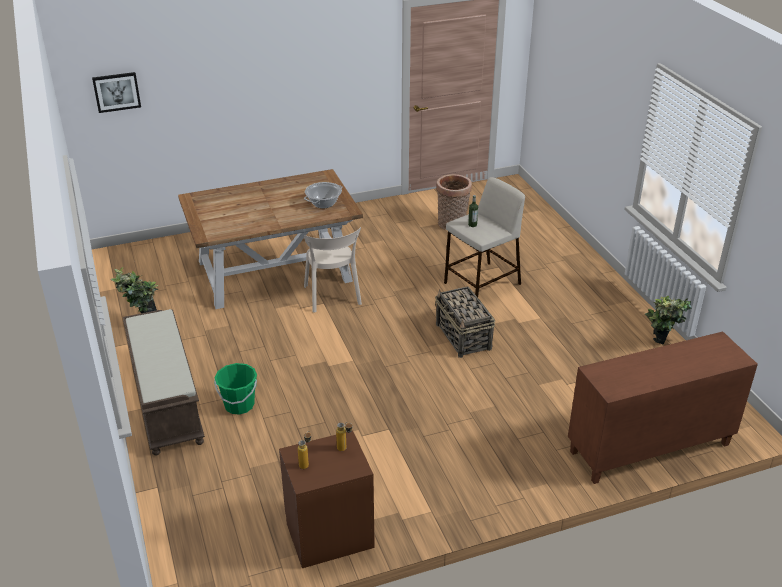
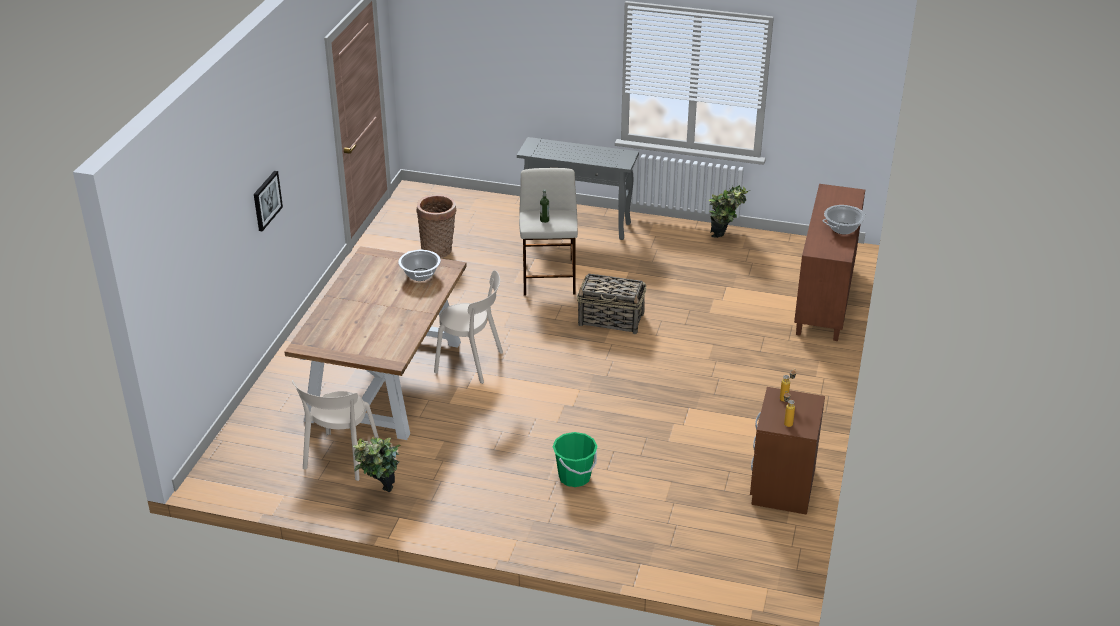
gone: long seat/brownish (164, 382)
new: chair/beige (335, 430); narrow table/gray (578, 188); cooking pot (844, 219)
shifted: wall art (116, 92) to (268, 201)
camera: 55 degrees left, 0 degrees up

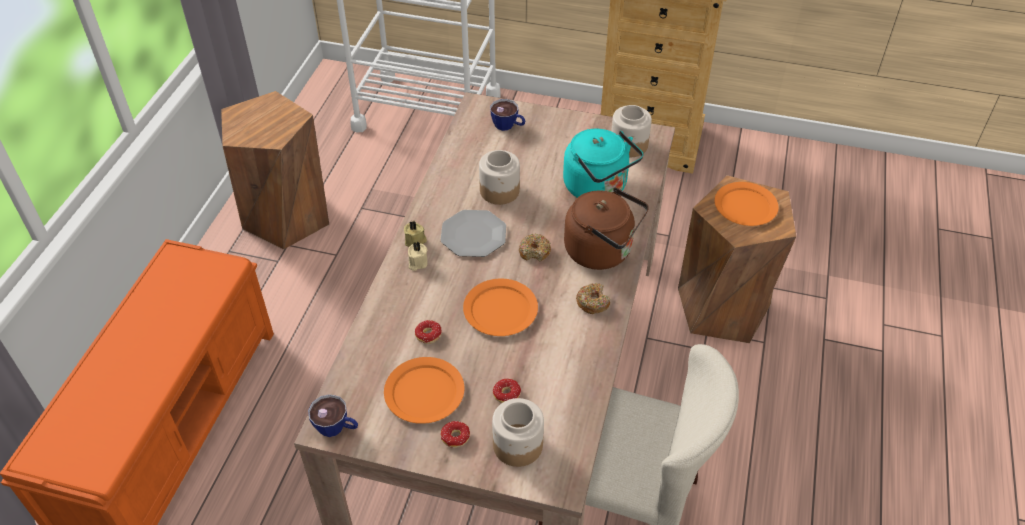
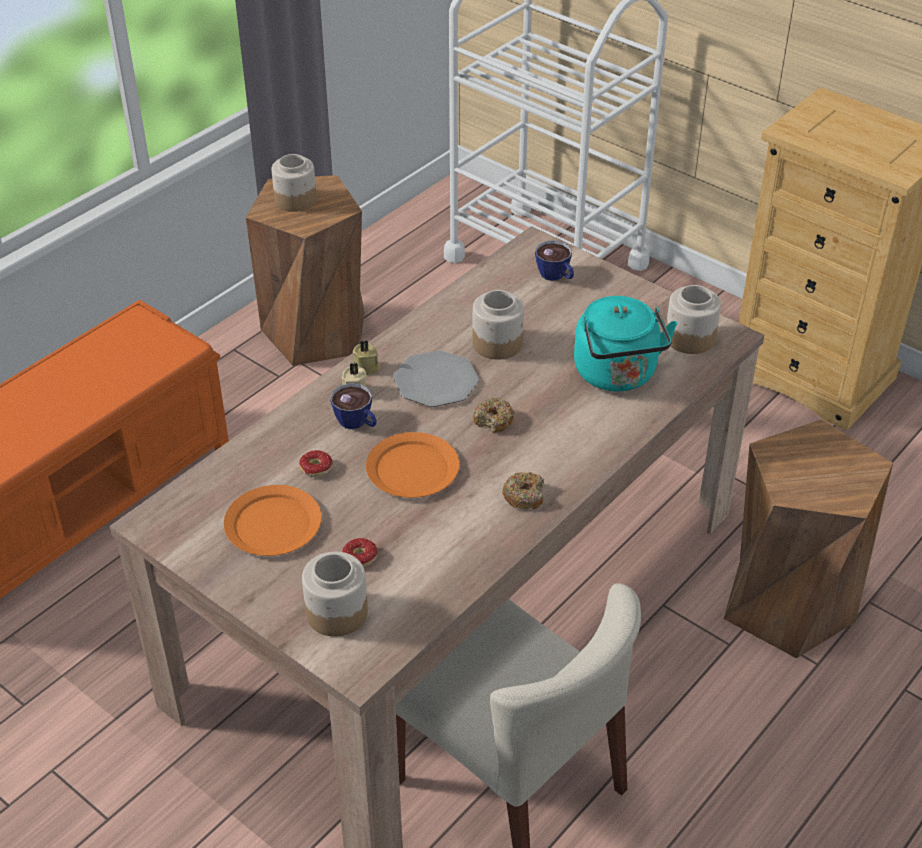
gone: ring doughnut (455, 434); kettle/brownish (606, 228); flat dish/orangey (747, 204)
new: jar (294, 183)
shifted: drinking cup (333, 415) to (353, 406)
camera: 25 degrees right, 5 degrees down

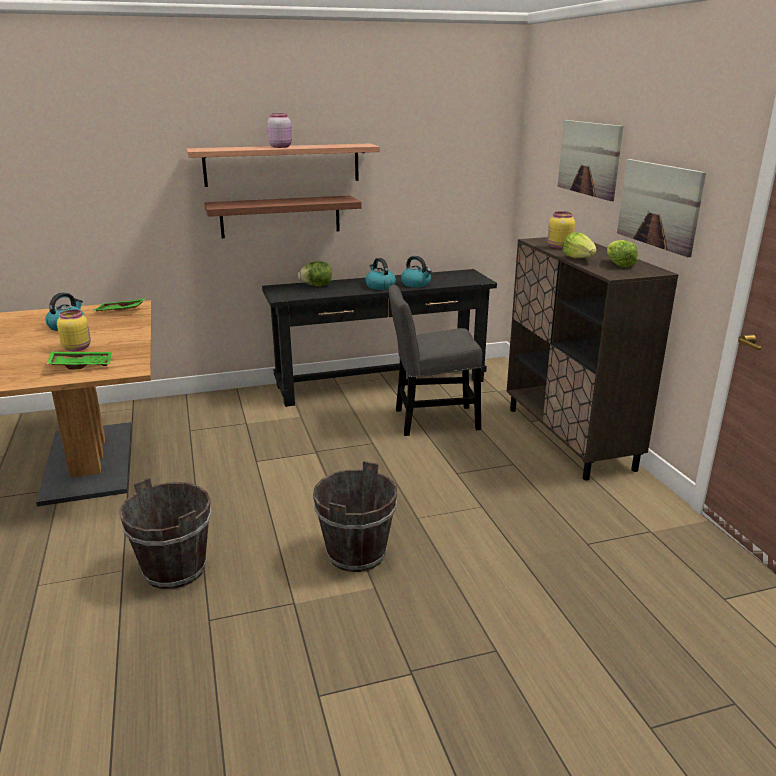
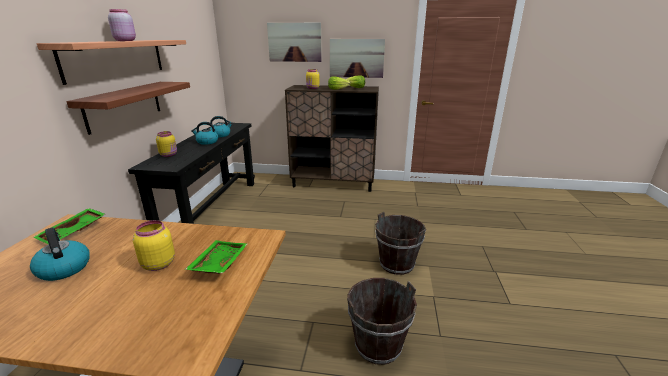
gone: chair/gray (435, 360)
swapped: head of lettuce (315, 273) to jar/yellow-coloured (166, 144)
camera: 65 degrees left, 0 degrees up

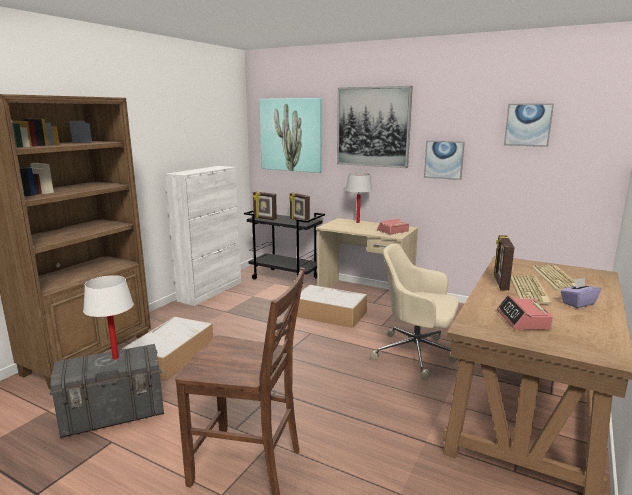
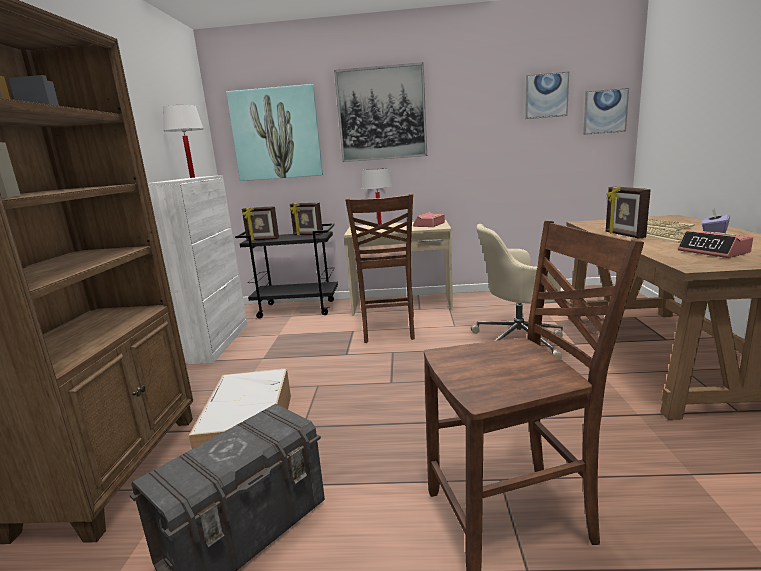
shifted: tabletop lamp/white (108, 317) to (183, 141); wall art (444, 160) to (606, 111)
swapped: storage container (332, 306) to chair/brownish (380, 268)
camera: 25 degrees left, 0 degrees up

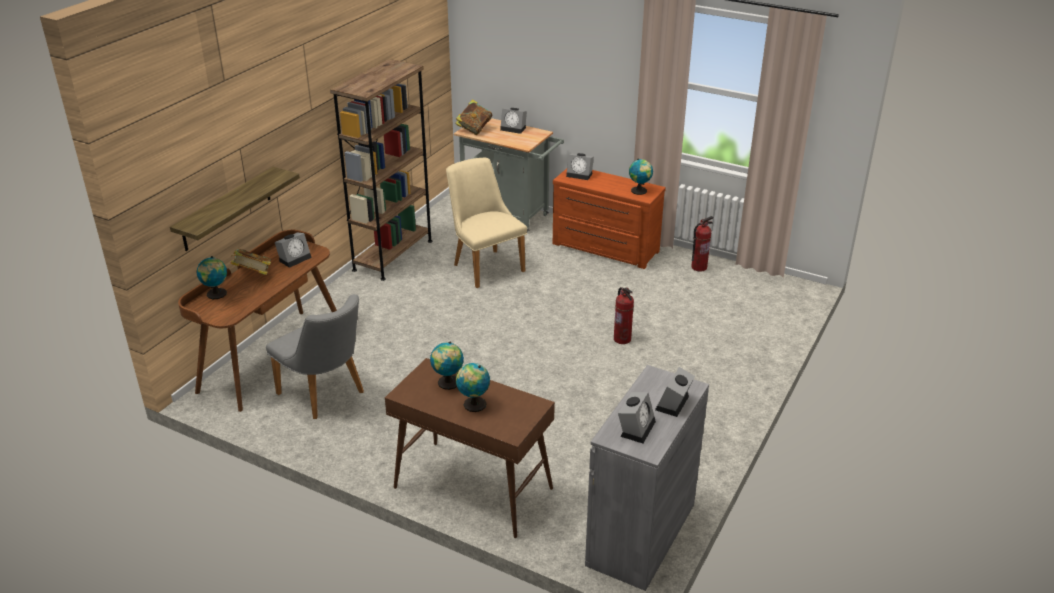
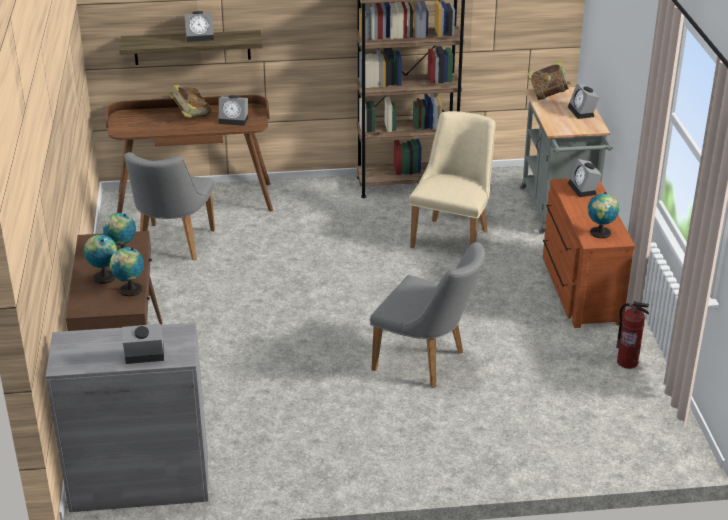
shifted: globe (212, 277) to (127, 271); bedside clock (637, 417) to (199, 26)
swapped: extinguisher (624, 315) to chair/gray (427, 315)
camera: 55 degrees right, 0 degrees up

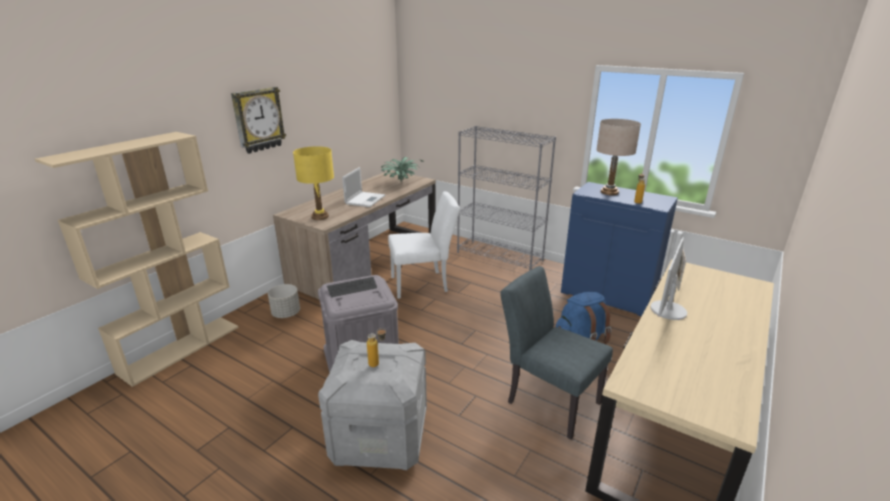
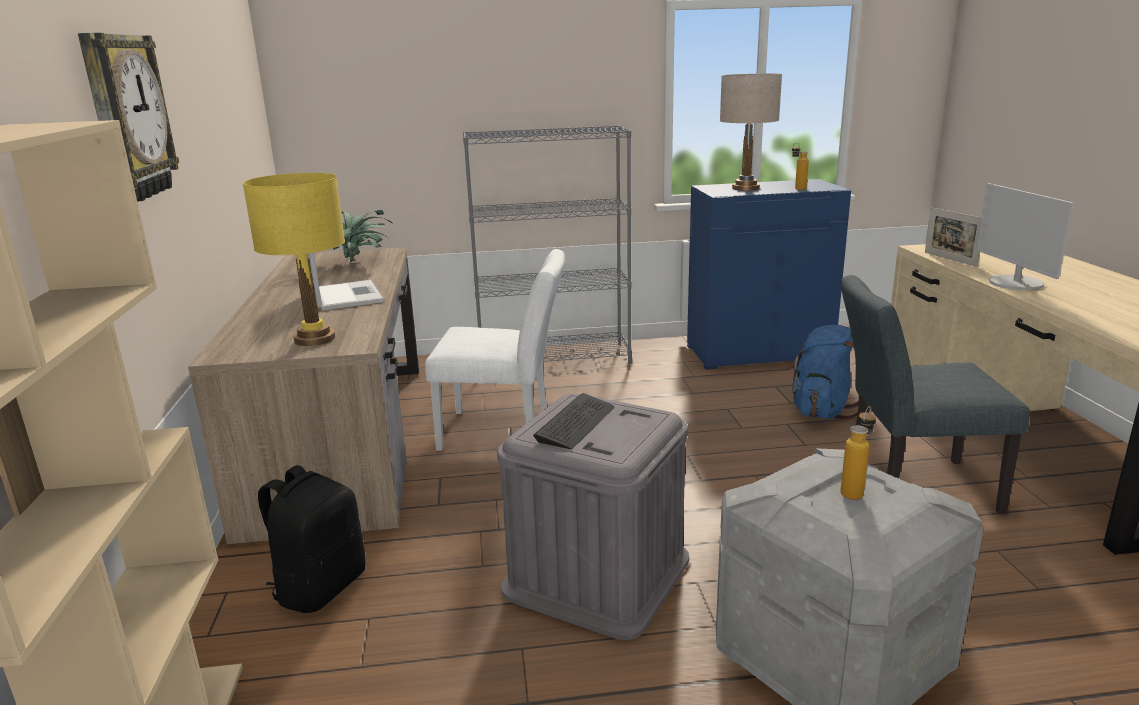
swapped: plant pot/gray (284, 301) to backpack/black-coloured (312, 539)
rotated: chair/white (424, 245) = (495, 350) 60 degrees clockwise
camera: 40 degrees left, 5 degrees down

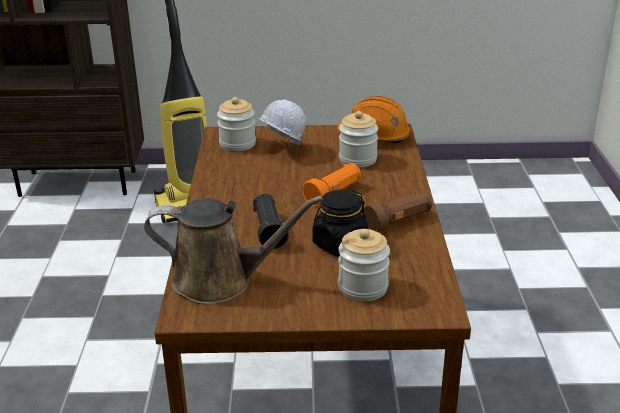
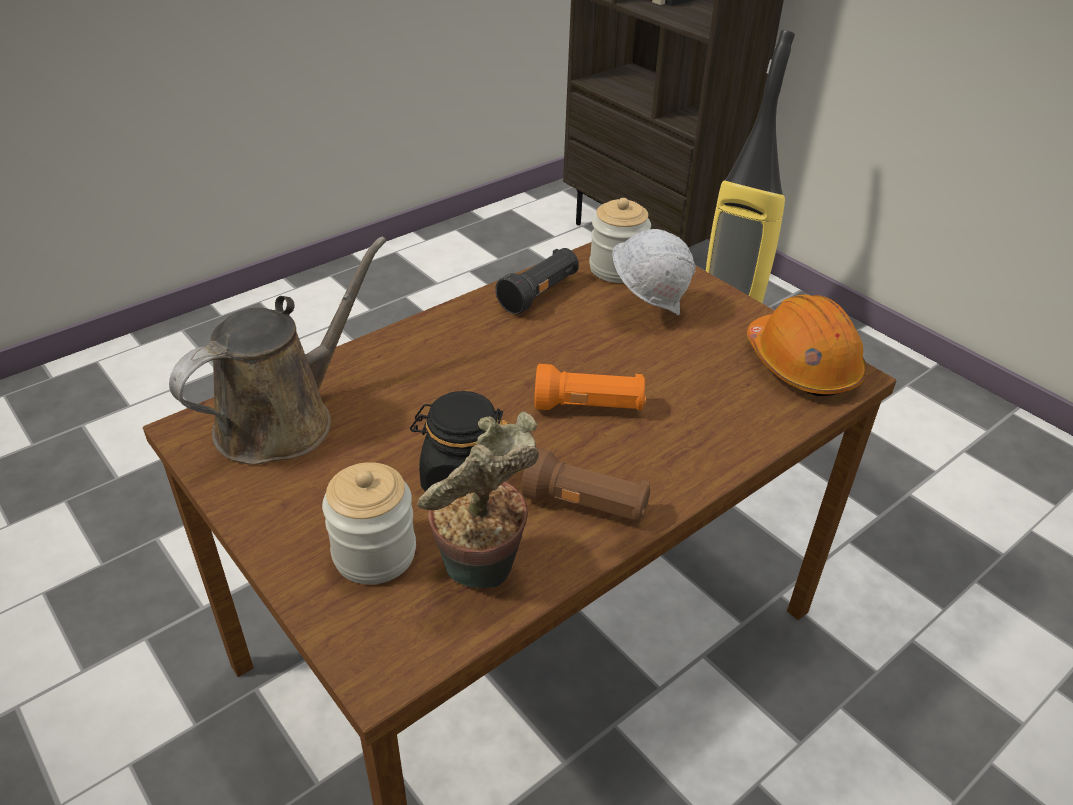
gone: jar (358, 139)
new: plant in a pot (478, 499)
shifted: torch/black-coloured (271, 221) to (537, 281)
rotated: watering pot/brownish (233, 250) = (277, 351) 105 degrees counterclockwise
camera: 50 degrees right, 10 degrees up

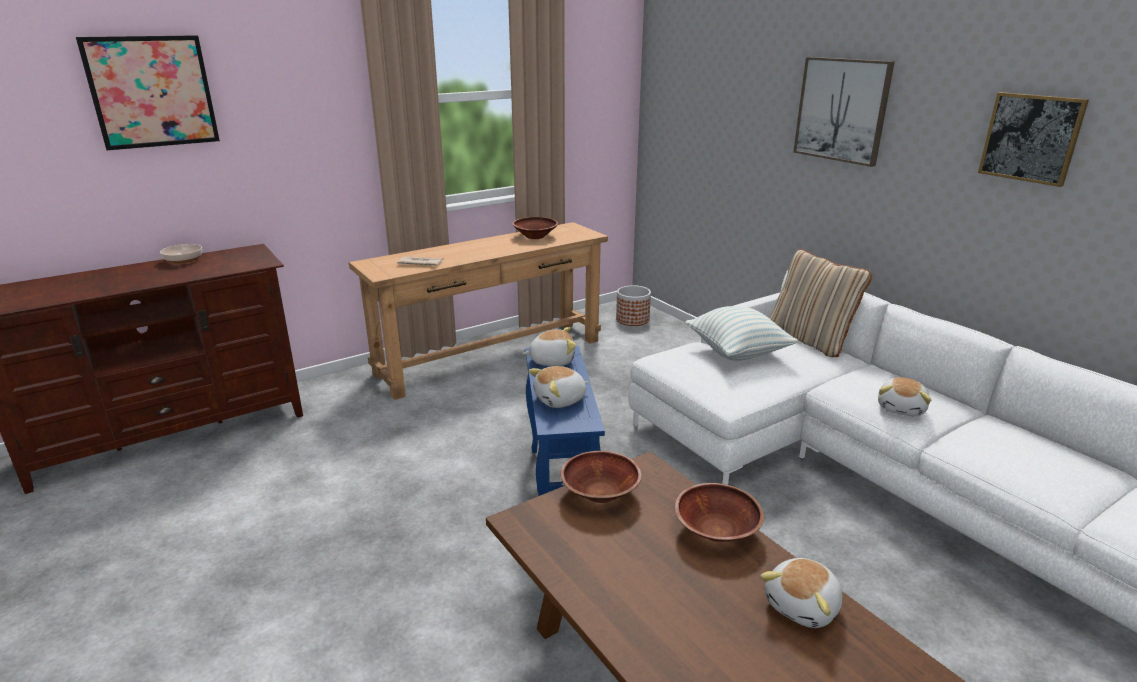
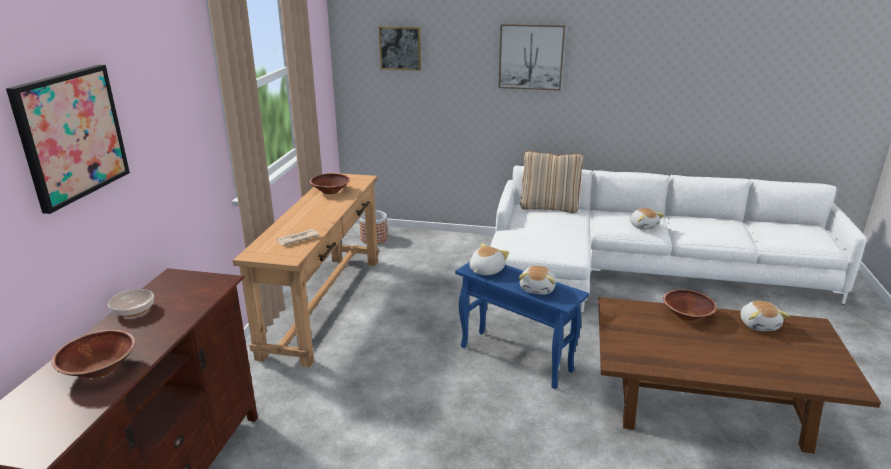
gone: throw pillow (741, 333)
shifted: deep dish/brownish (601, 477) to (93, 354); wall art (1033, 139) to (400, 48)
camera: 45 degrees left, 0 degrees up

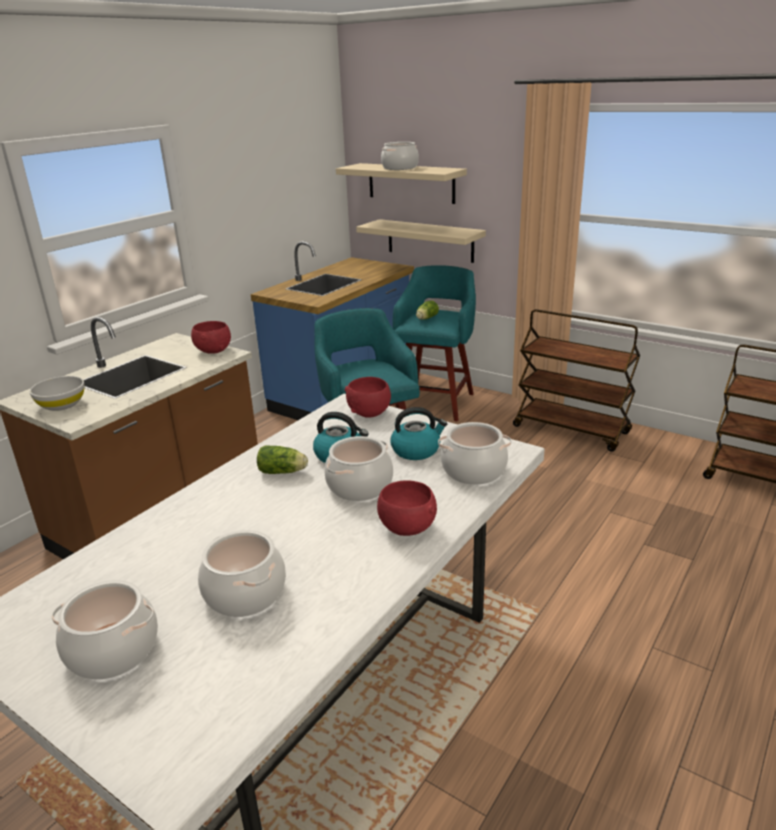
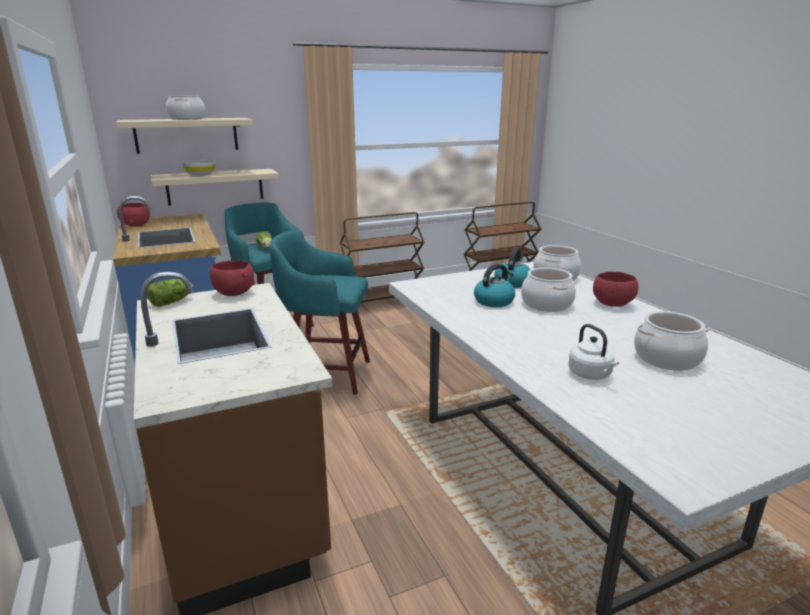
gone: cooking pot (105, 630)
new: kettle/white (594, 352)
shifted: deep dish/white (57, 393) to (199, 168); head of lettuce (282, 459) to (170, 293); deep dish/reddish (368, 397) to (133, 215)
camera: 60 degrees left, 5 degrees down

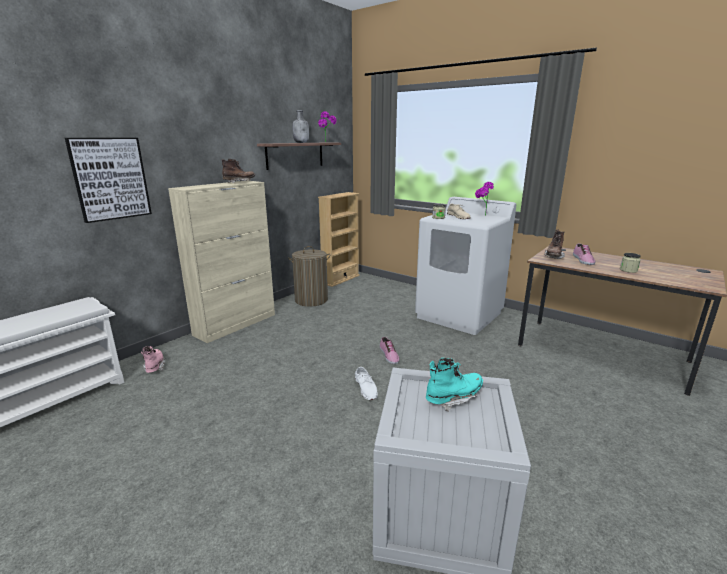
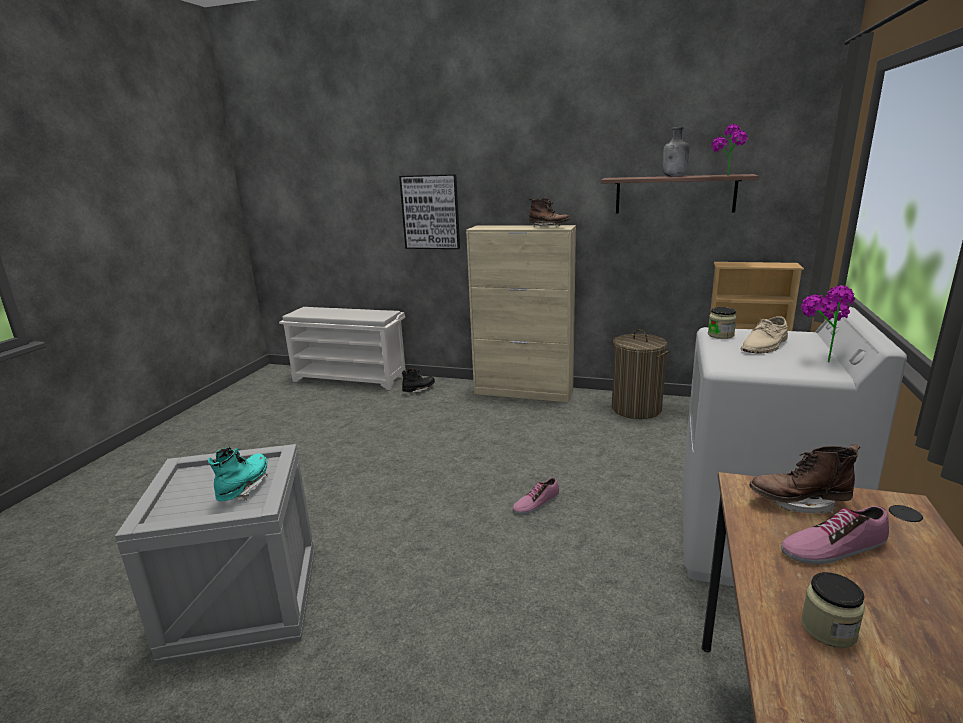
gone: item of footwear/white (366, 383)
repainted: boot/pink-coloured (153, 359) to boot/black-coloured (418, 381)
rotated: boot/turquoise-coloured (454, 384) = (238, 474) 120 degrees counterclockwise
camera: 70 degrees right, 0 degrees up

